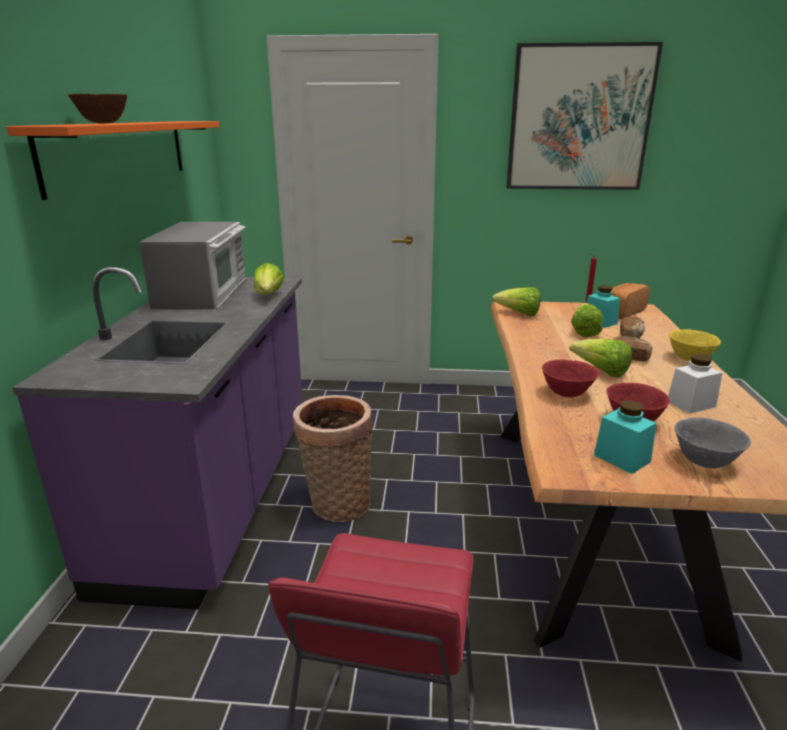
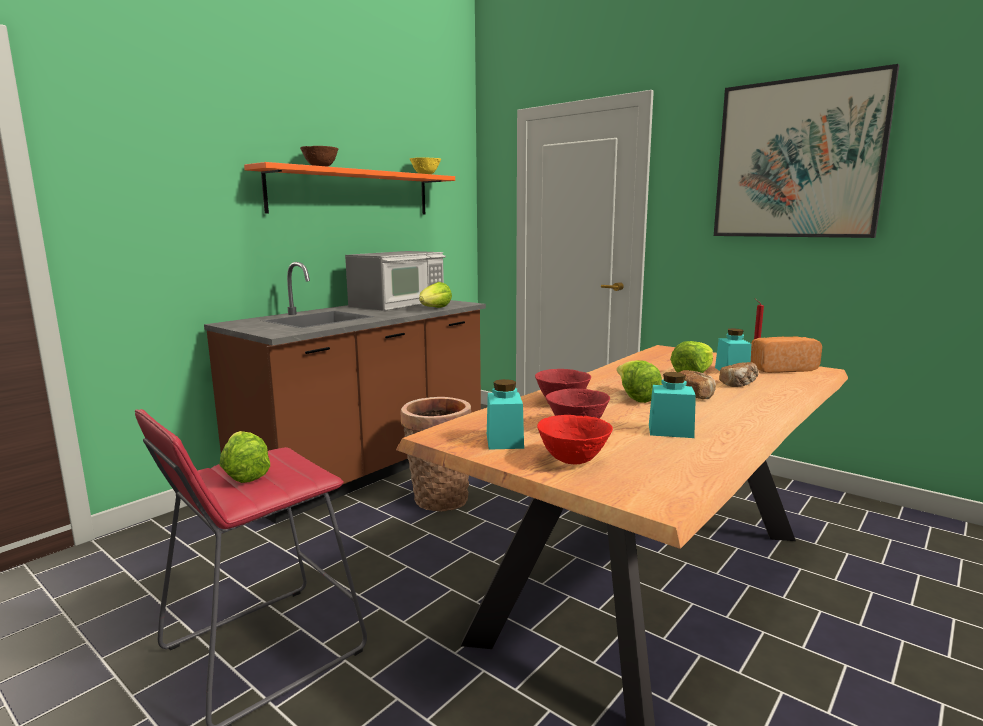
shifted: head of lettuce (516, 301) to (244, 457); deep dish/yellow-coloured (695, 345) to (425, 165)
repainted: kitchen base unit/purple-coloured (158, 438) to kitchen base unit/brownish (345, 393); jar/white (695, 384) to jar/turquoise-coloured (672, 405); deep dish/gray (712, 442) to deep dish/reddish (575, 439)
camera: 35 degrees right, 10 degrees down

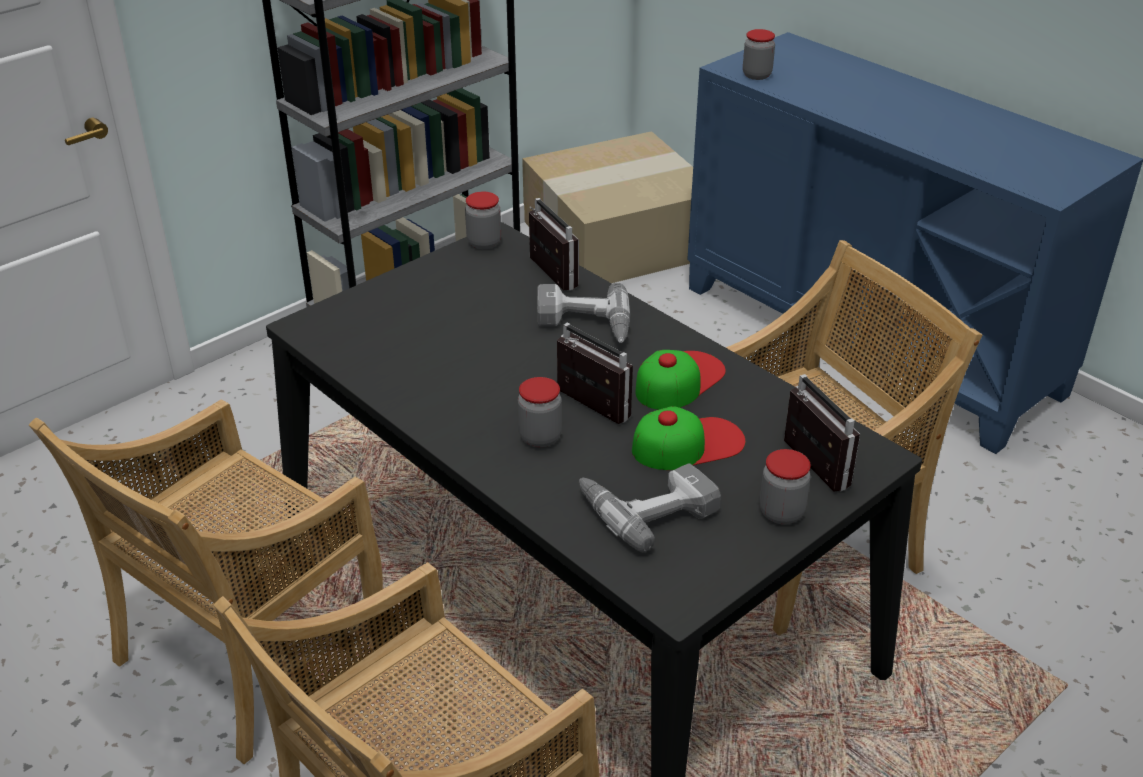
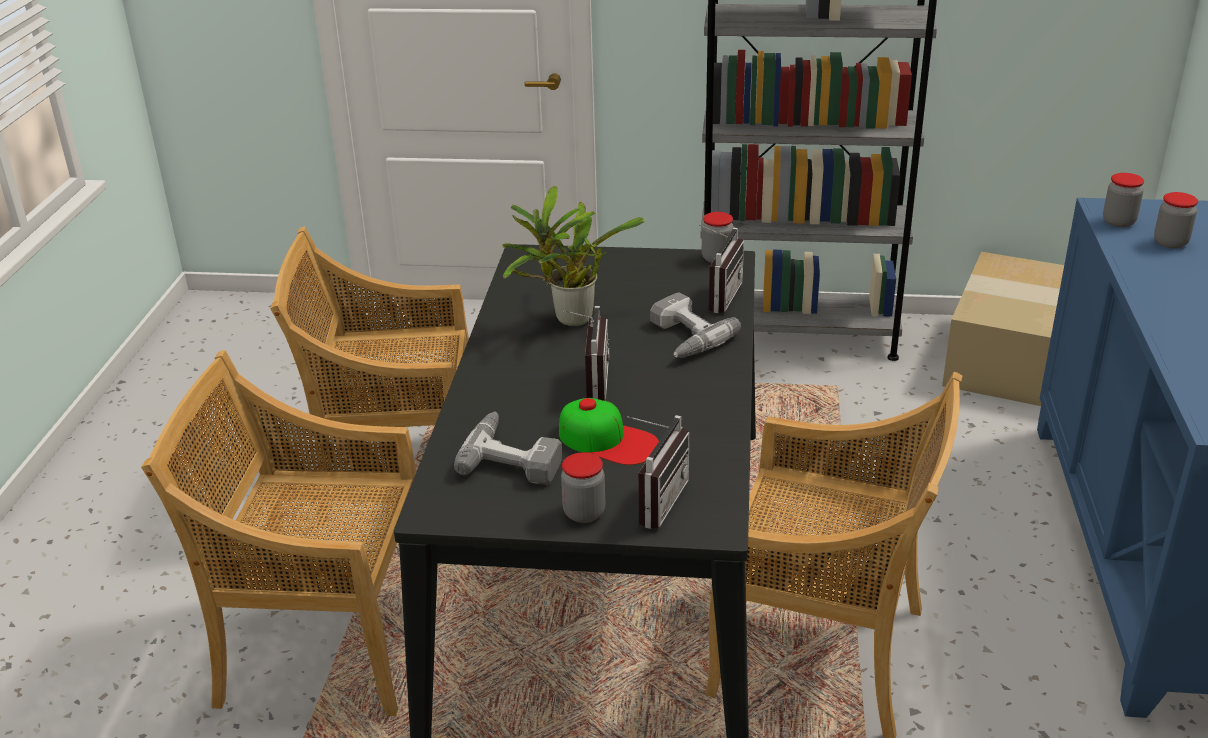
gone: peaked cap (680, 380)
new: plant in a pot (573, 256)
shifted: jar (540, 412) to (1176, 220)
camera: 50 degrees right, 5 degrees down

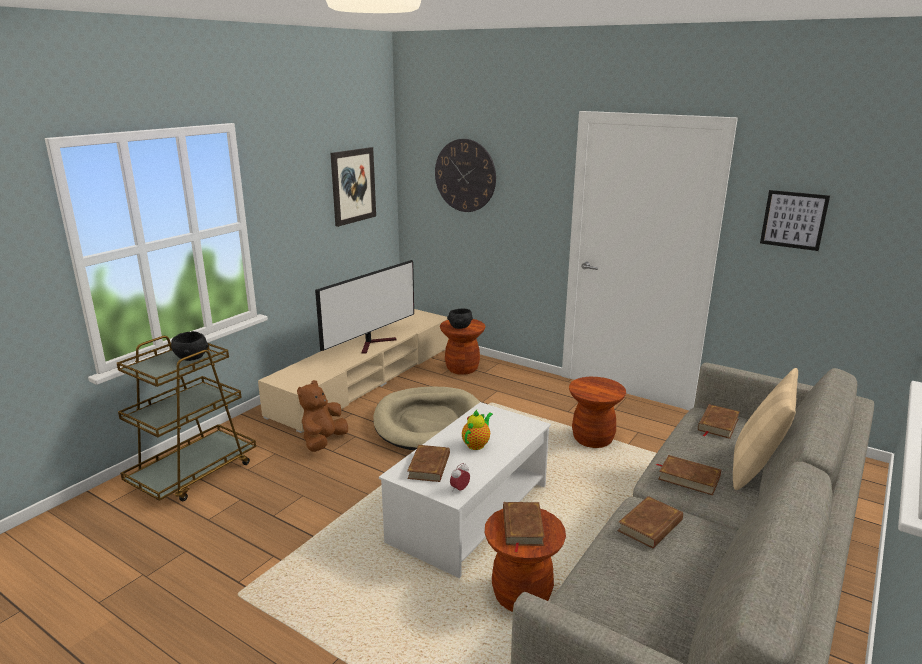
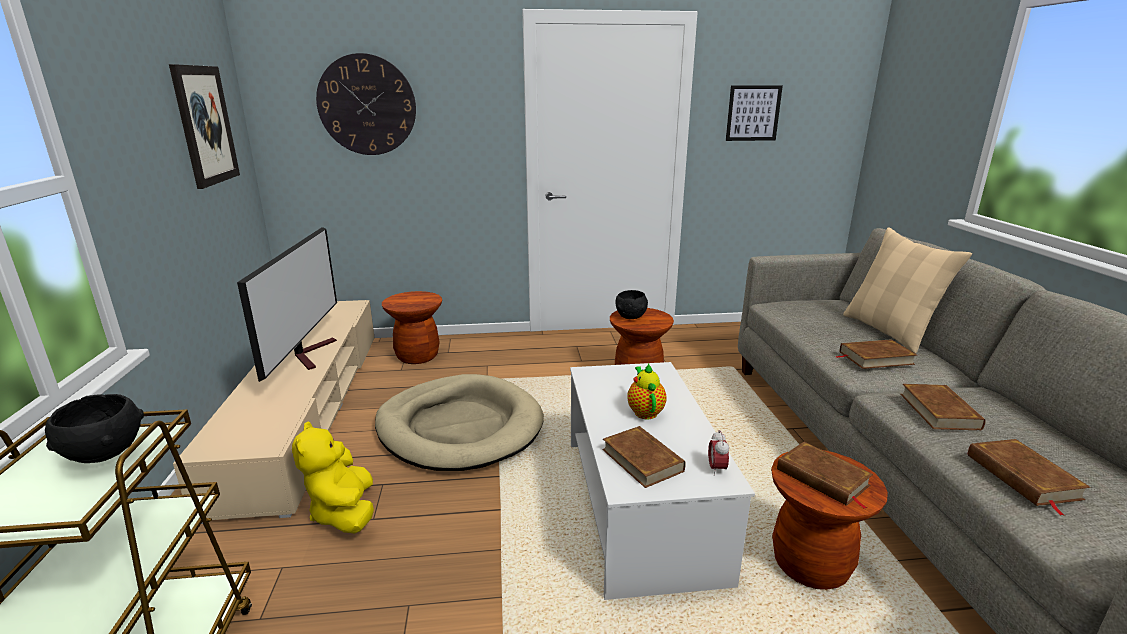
shifted: deep dish/black-coloured (460, 319) to (631, 304); volume/brownish (719, 421) to (1029, 477)
repainted: soft toy/brownish (322, 416) to soft toy/yellow-coloured (333, 477)
camera: 40 degrees left, 0 degrees up

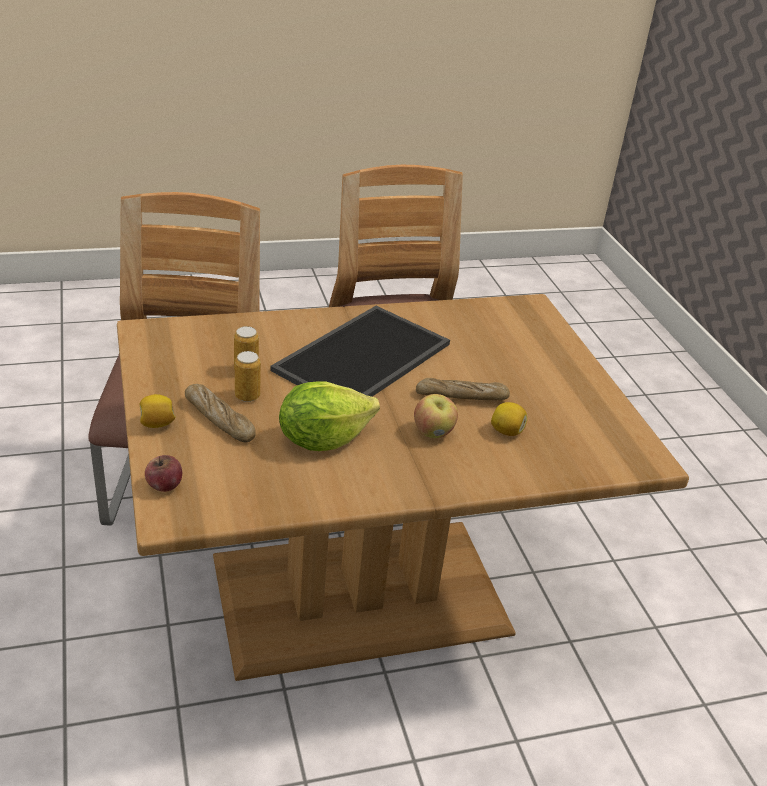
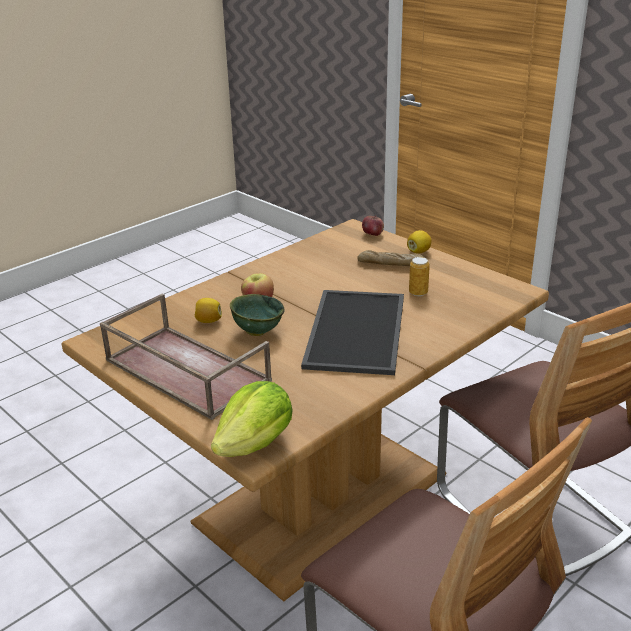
gone: metal can (248, 376)
new: tray/brownish (186, 356)
shifted: head of lettuce (329, 416) to (252, 419)
swapped: baked bread (463, 389) to deep dish/greenish (257, 315)
camera: 155 degrees right, 5 degrees down

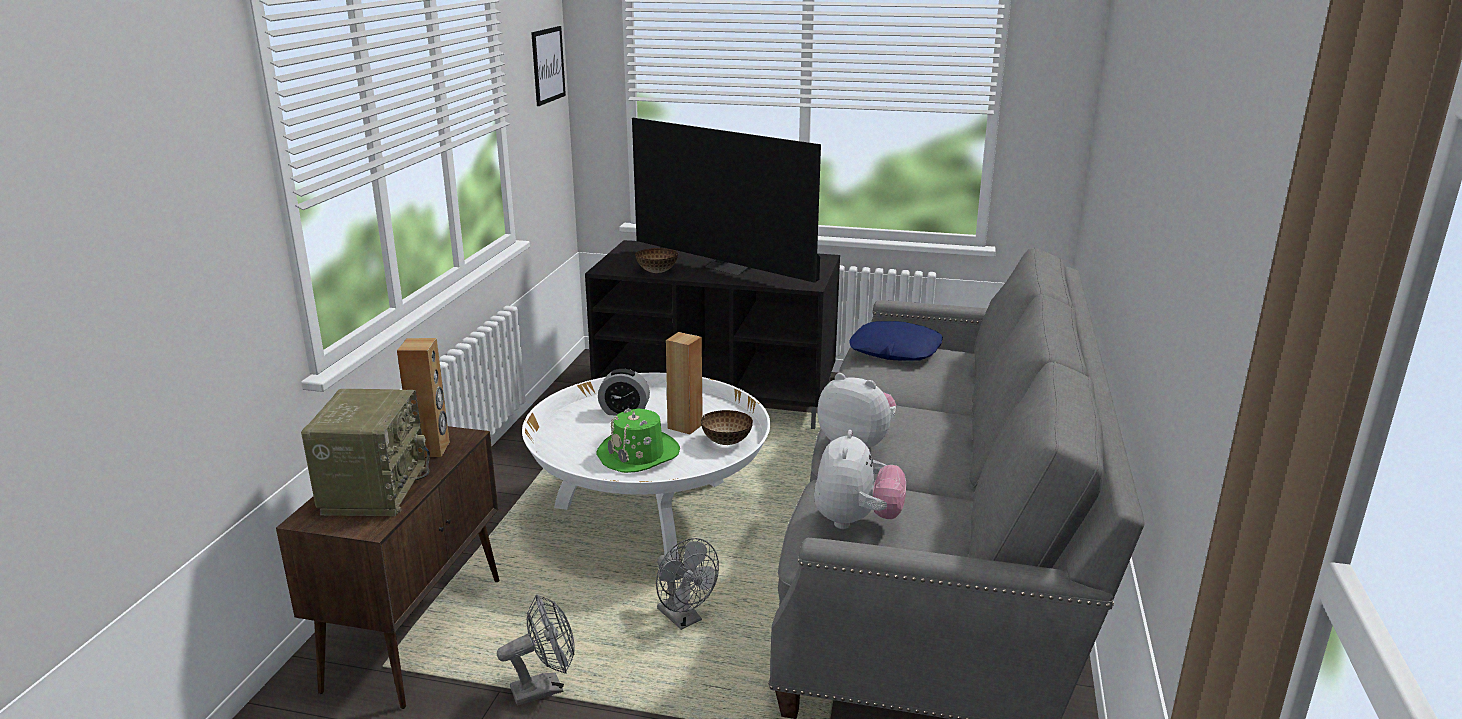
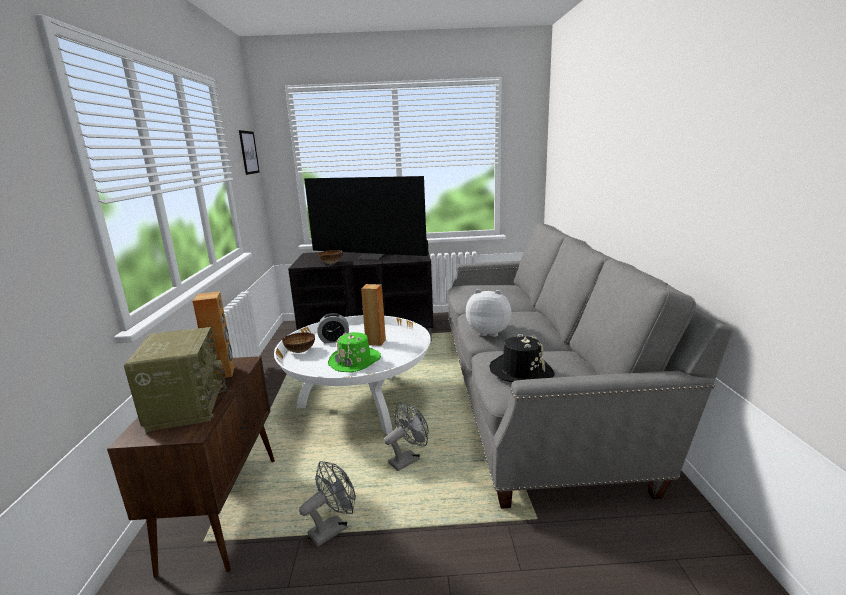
gone: throw pillow/blue-coloured (896, 341)
shifted: deep dish (727, 427) to (298, 342)
swapped: soft toy (860, 479) to clothing hat/black-coloured (522, 358)
rotated: electric fan/gray (687, 584) = (406, 437) 75 degrees counterclockwise
camera: 15 degrees left, 5 degrees down

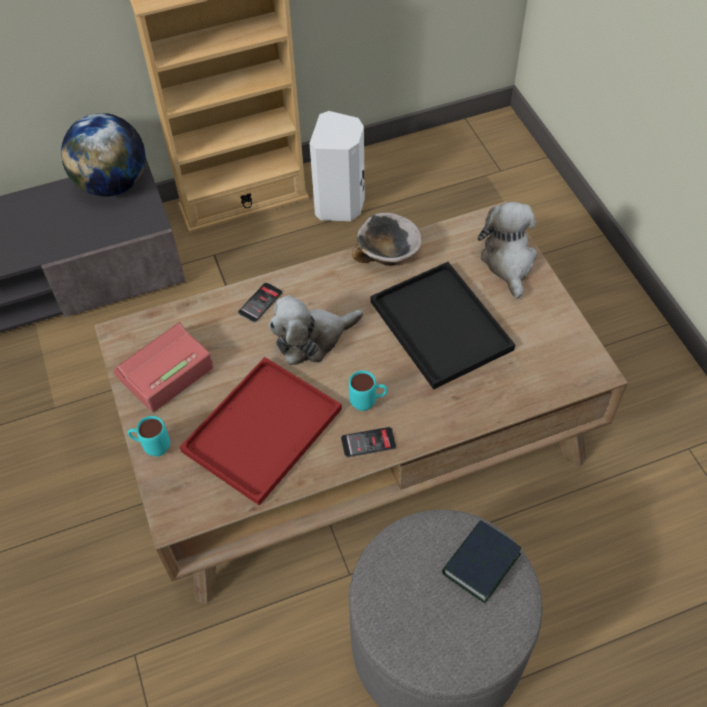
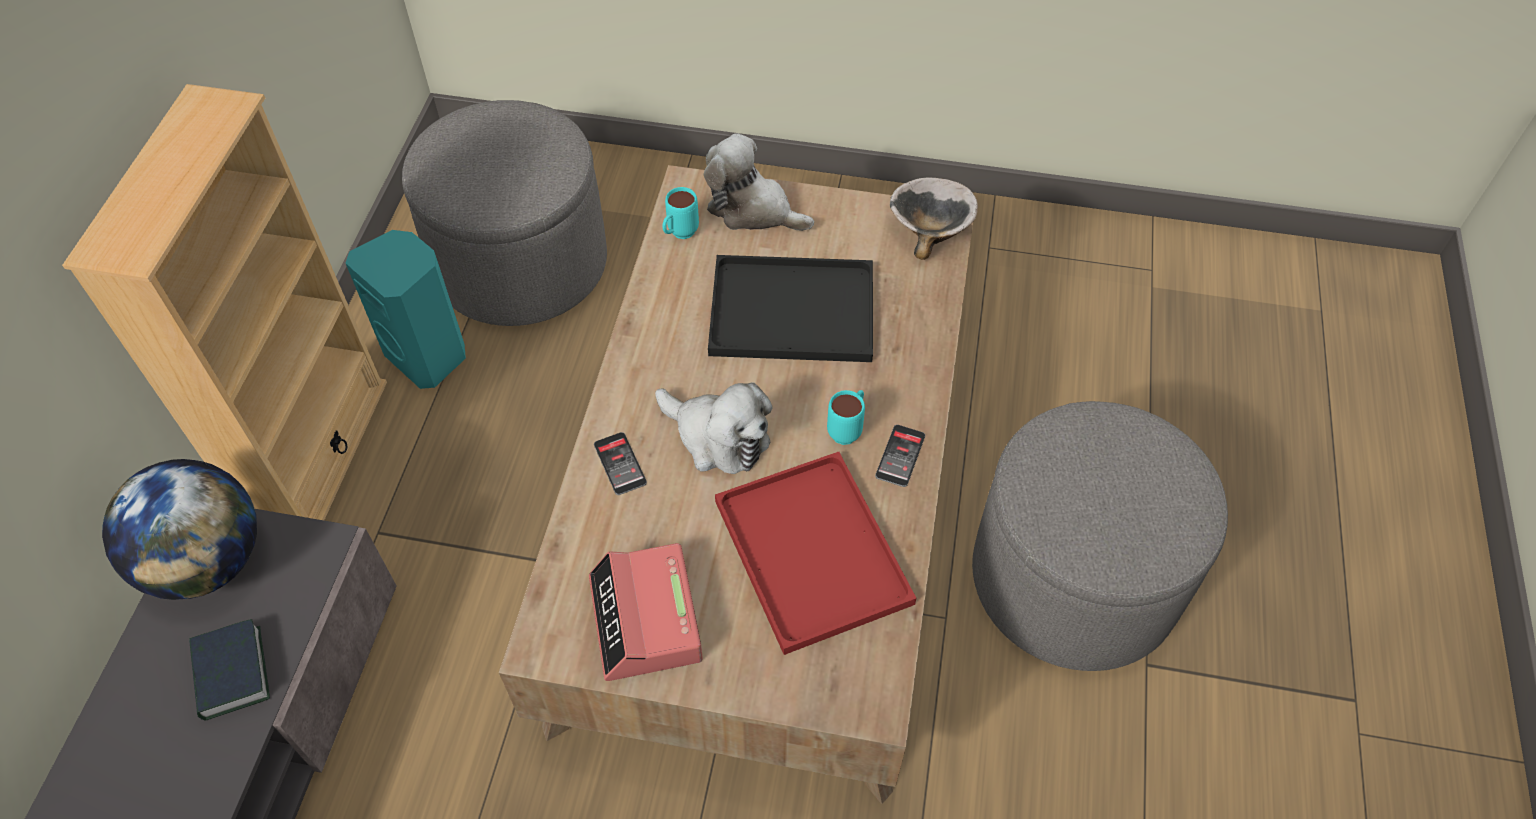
new: ottoman/gray (504, 213)
shifted: tea mug/turquoise-coloured (149, 436) to (680, 213); deep dish (387, 239) to (934, 219); volume (482, 561) to (229, 670)
repainted: audio speaker/white (337, 166) to audio speaker/turquoise-coloured (406, 309)
rotated: soft toy (316, 330) = (714, 428) 60 degrees counterclockwise
camera: 60 degrees left, 0 degrees up

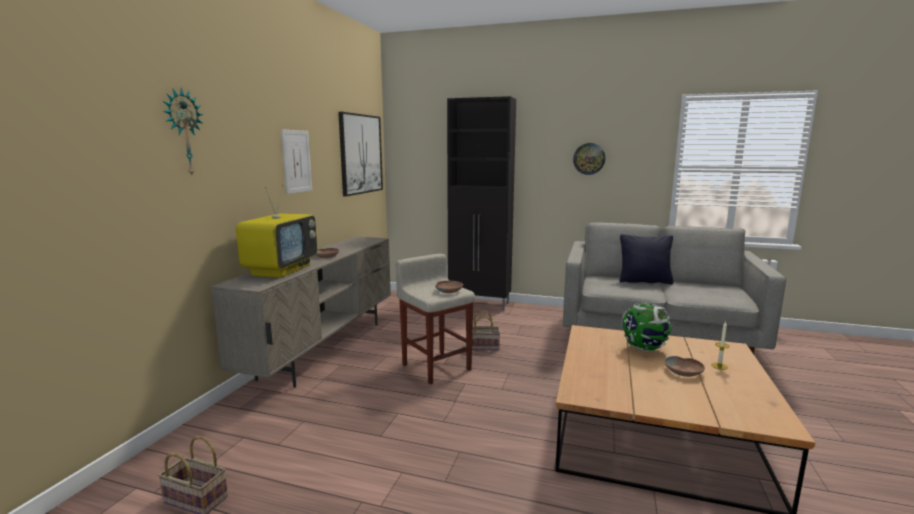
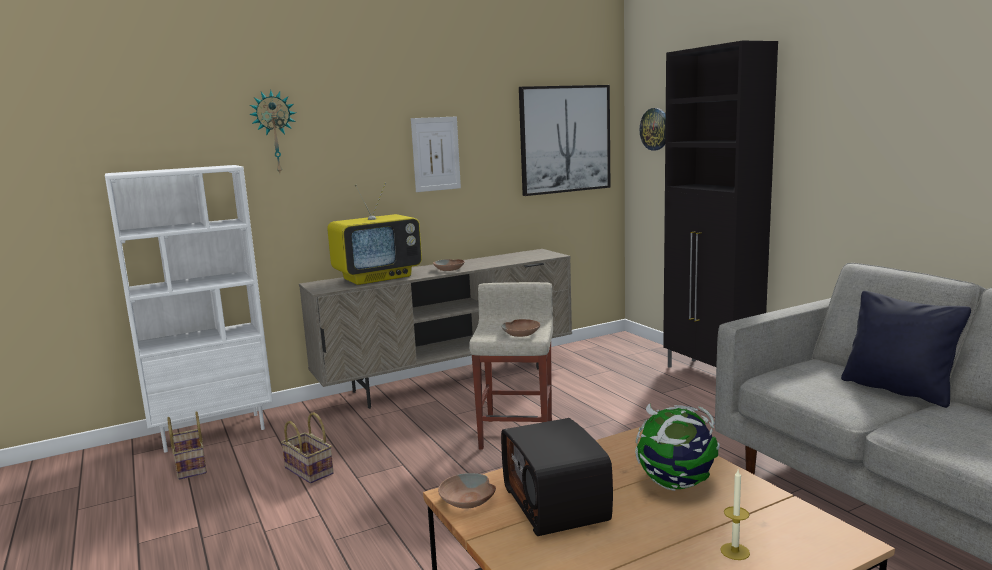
new: bookshelf/white (189, 308); radio receiver (557, 477)
shifted: storage basket (486, 330) to (307, 448); hanging clock (589, 159) to (653, 129); deep dish/brownish (684, 366) to (467, 491)
camera: 45 degrees right, 0 degrees up

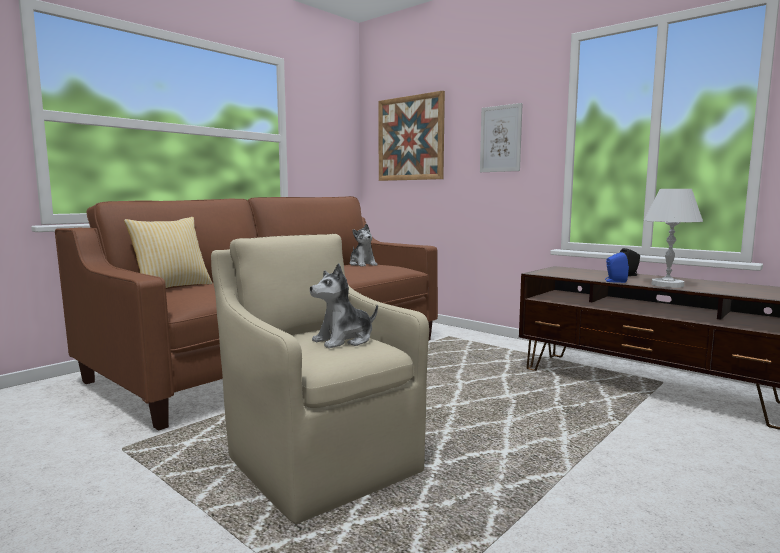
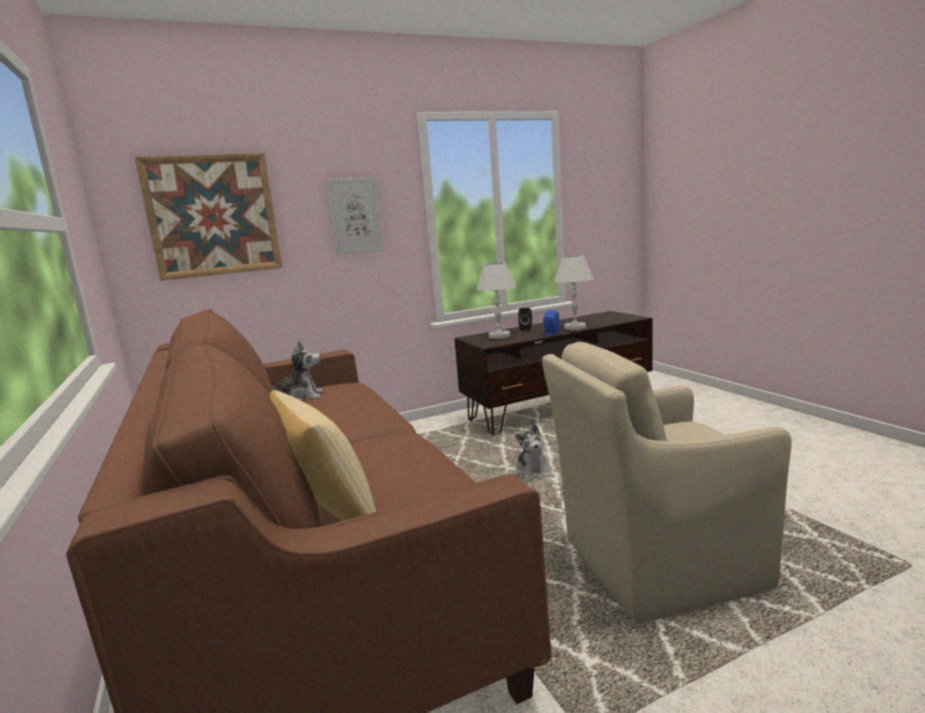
new: tabletop lamp/white (496, 300)
shifted: soft toy (344, 305) to (532, 452)
camera: 65 degrees left, 5 degrees up

